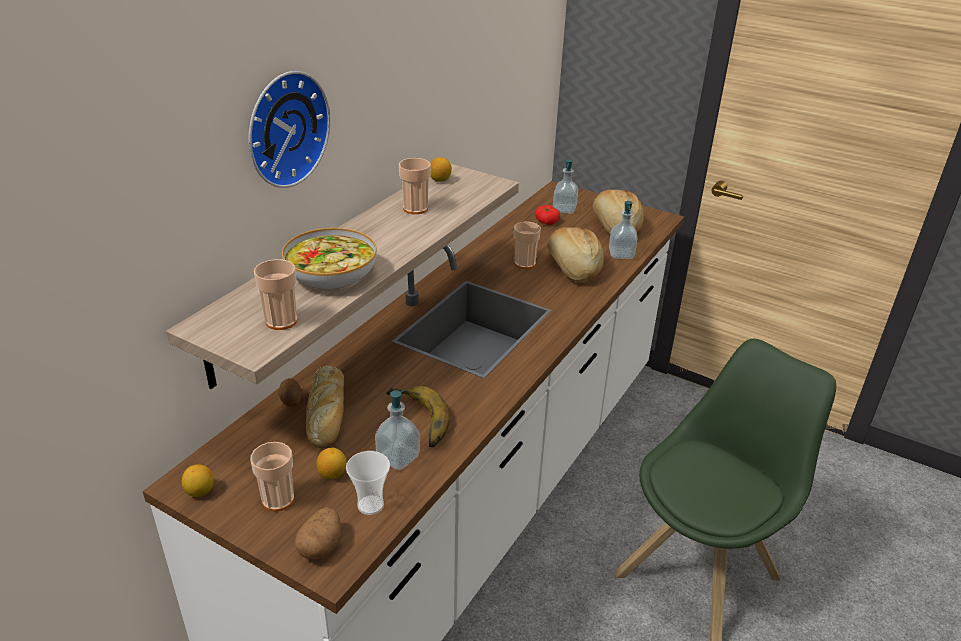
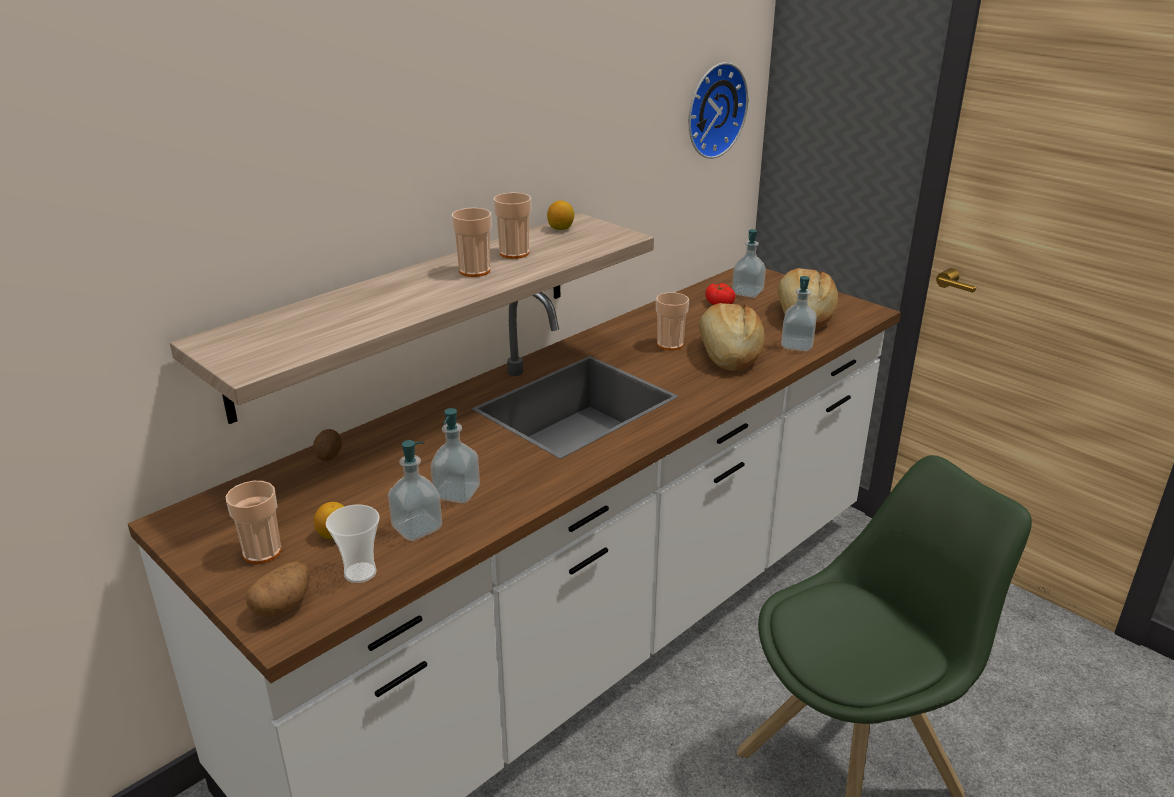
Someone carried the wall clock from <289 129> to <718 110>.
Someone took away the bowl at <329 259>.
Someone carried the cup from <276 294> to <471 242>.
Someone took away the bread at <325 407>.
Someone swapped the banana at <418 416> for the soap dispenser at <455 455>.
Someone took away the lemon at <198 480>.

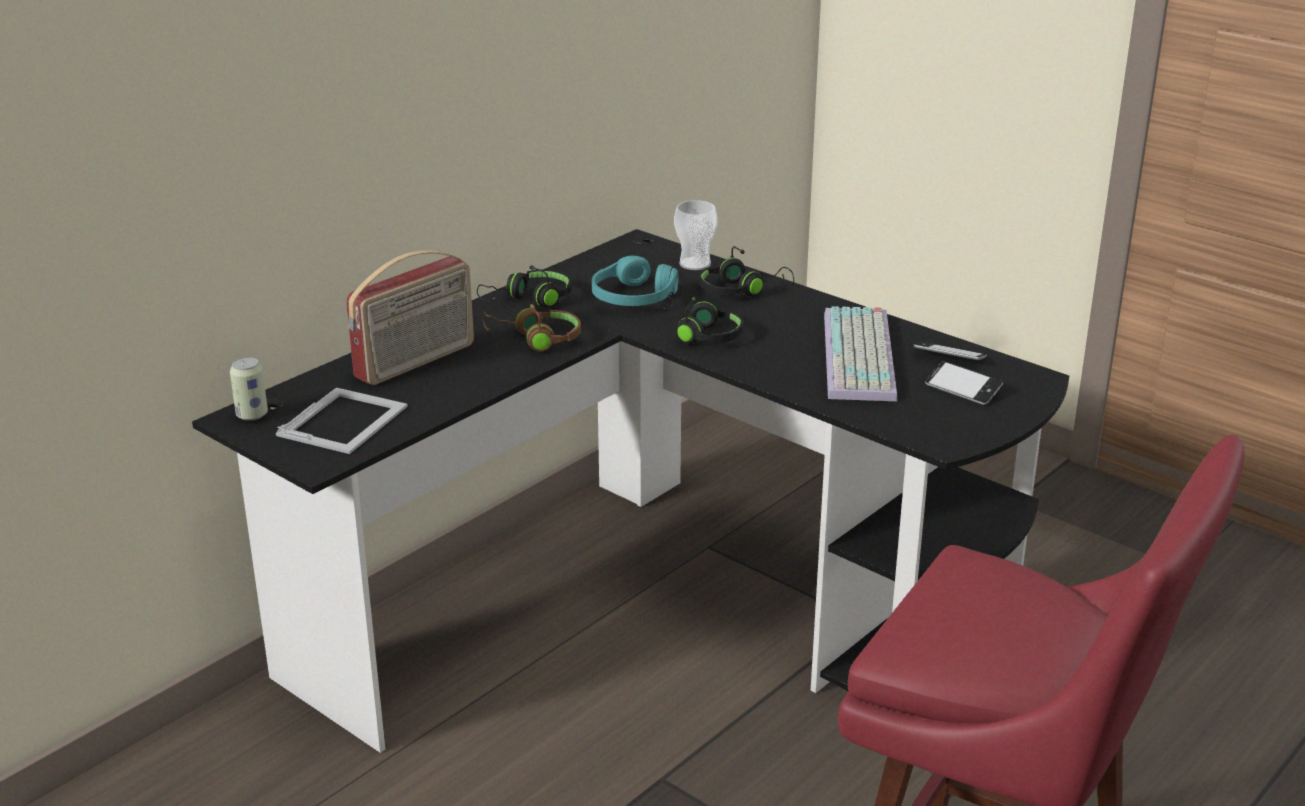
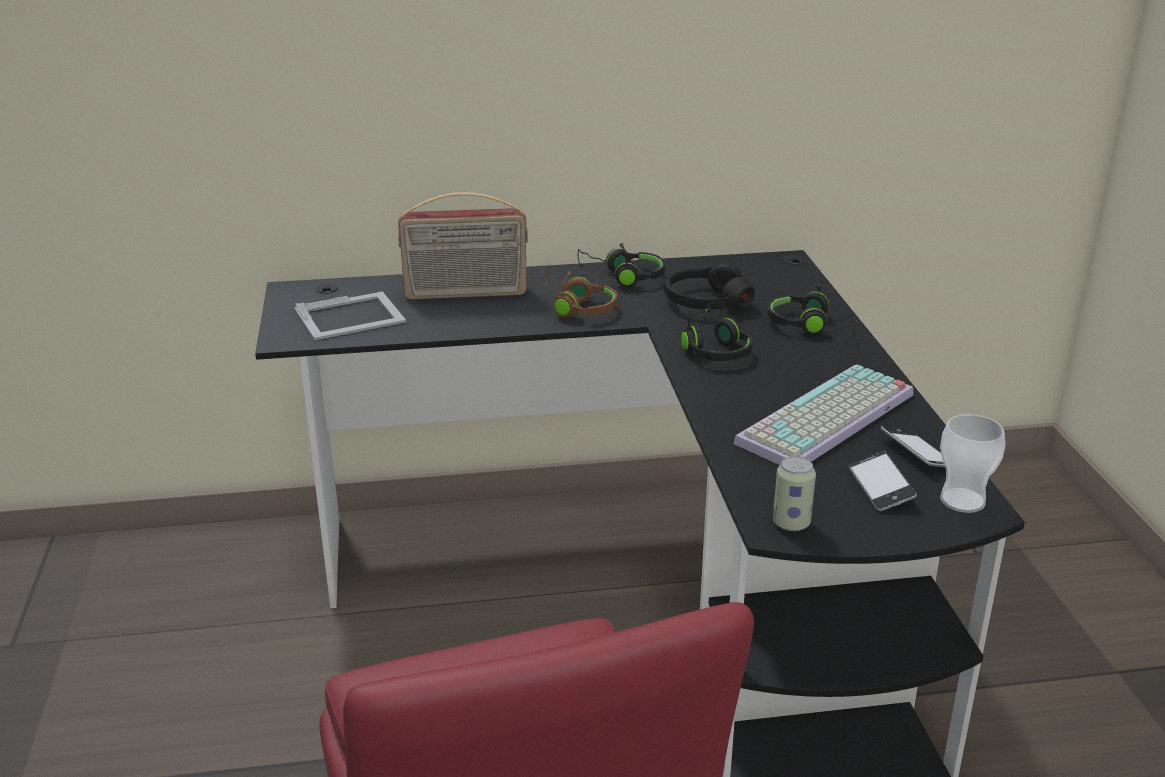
Someone carried the cup from <696 235> to <972 463>.
Someone repainted the turquoise headphones at <635 281>, which became the black headphones at <709 286>.
Someone carried the can from <249 389> to <794 494>.

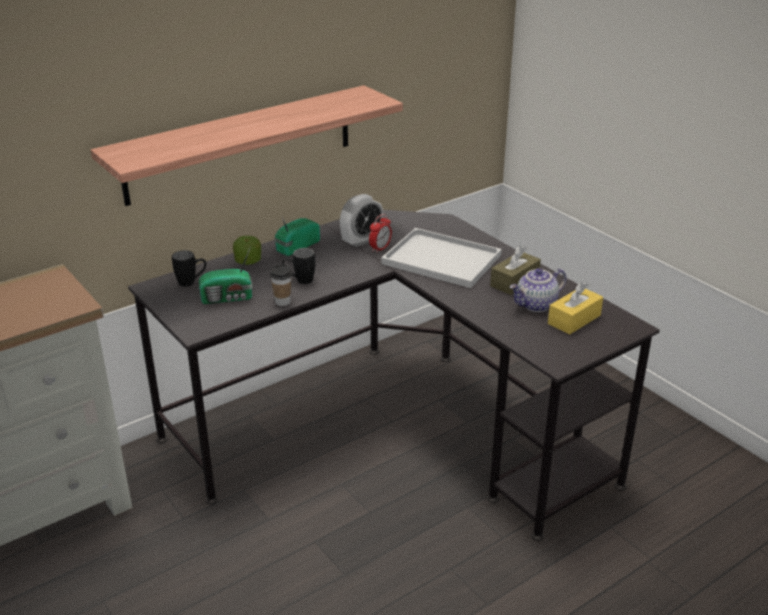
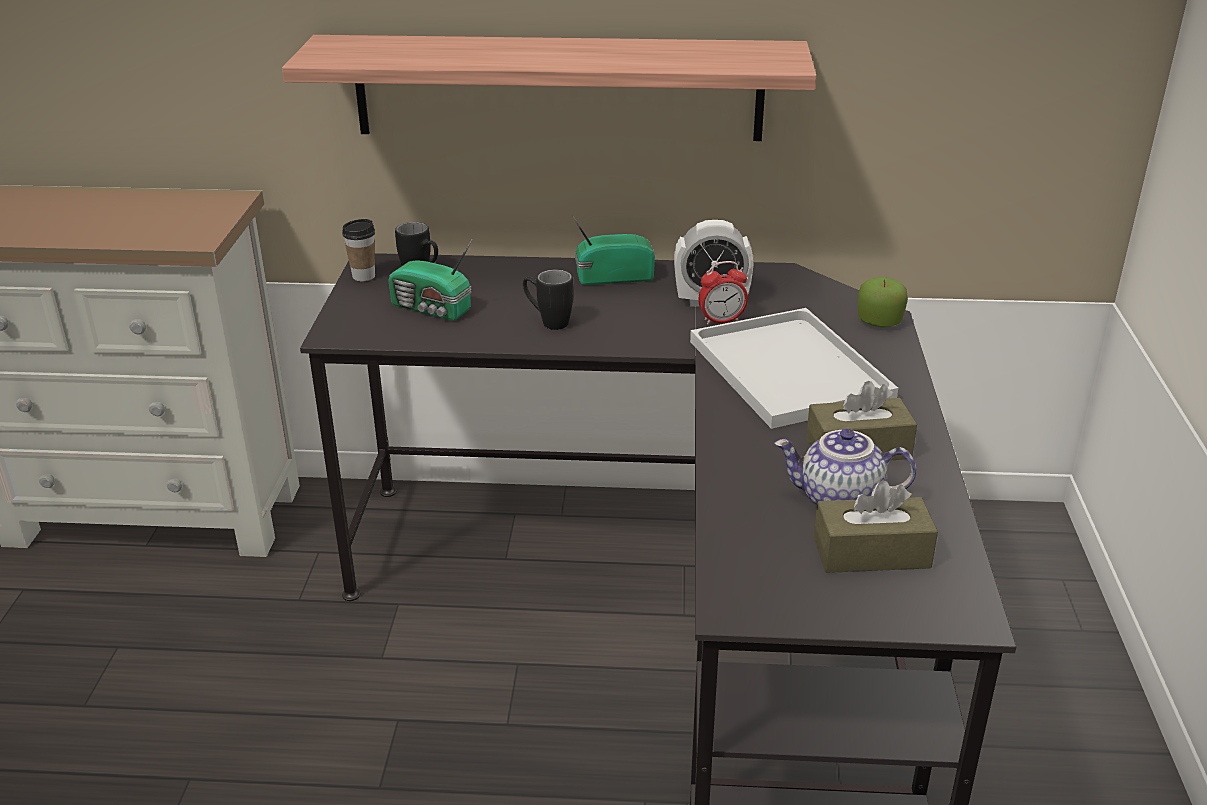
Someone carried the apple from <247 250> to <883 302>.
Someone carried the cup from <281 285> to <358 250>.
Someone repainted the yellow tissue box at <575 308>, which became the brown tissue box at <875 526>.

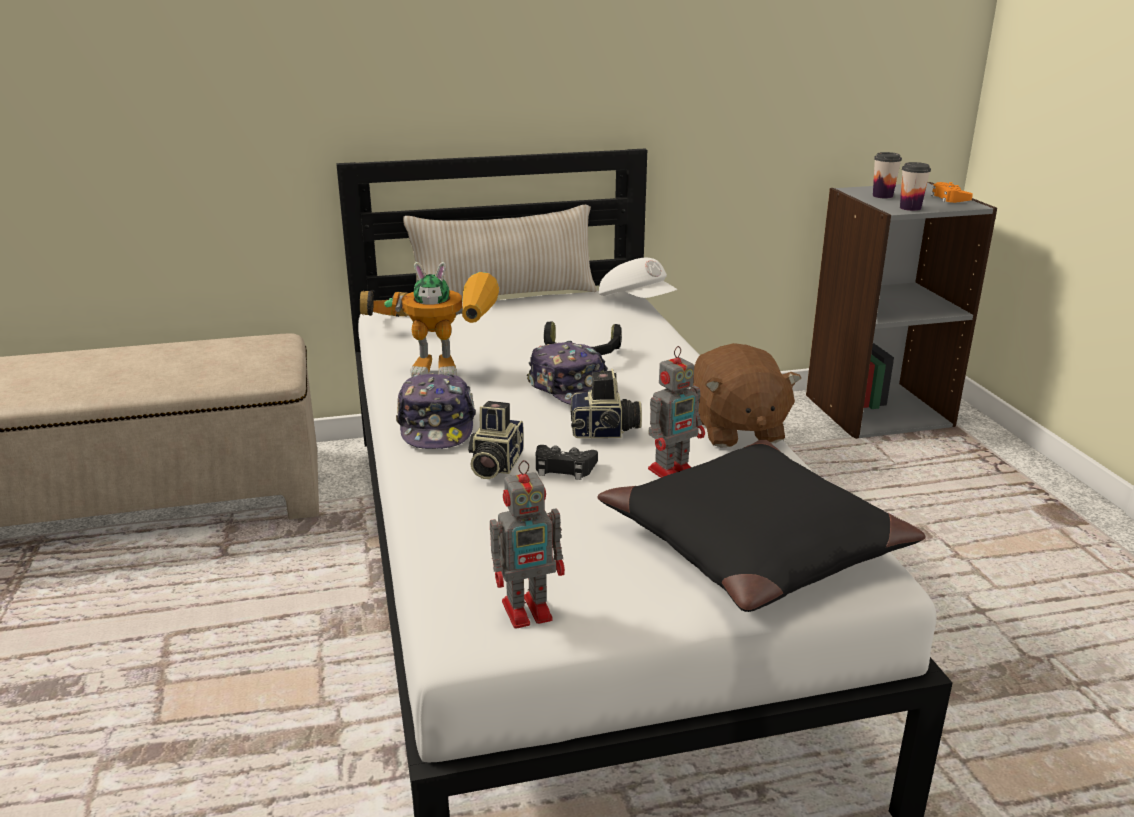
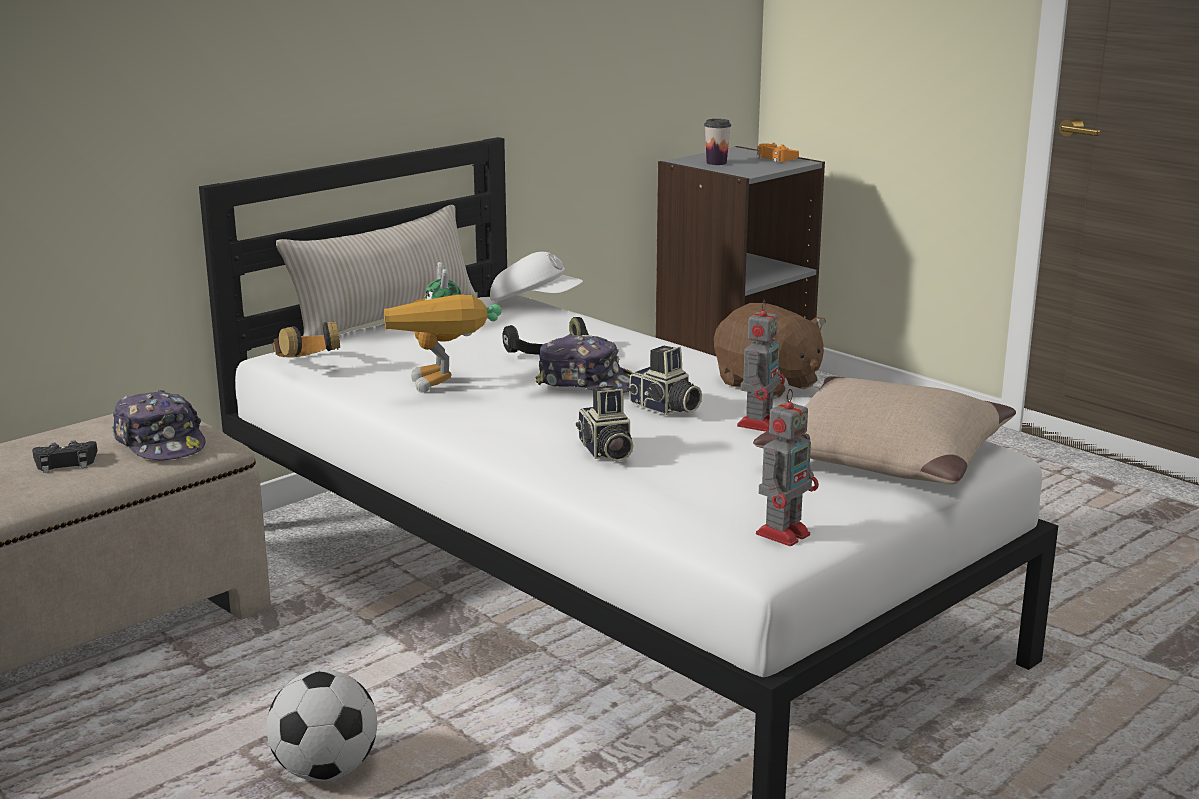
Someone took away the cup at <915 186>.
Someone rotated the toy robot at <441 319> by 105 degrees clockwise.
Someone rotated the photo camera at <606 403> by 75 degrees clockwise.
Someone carried the cap from <436 411> to <159 425>.
Someone repainted the black pillow at <761 526>, which became the beige pillow at <884 430>.
Someone carried the black game controller from <567 462> to <64 456>.
Someone put down the football at <321 725>.

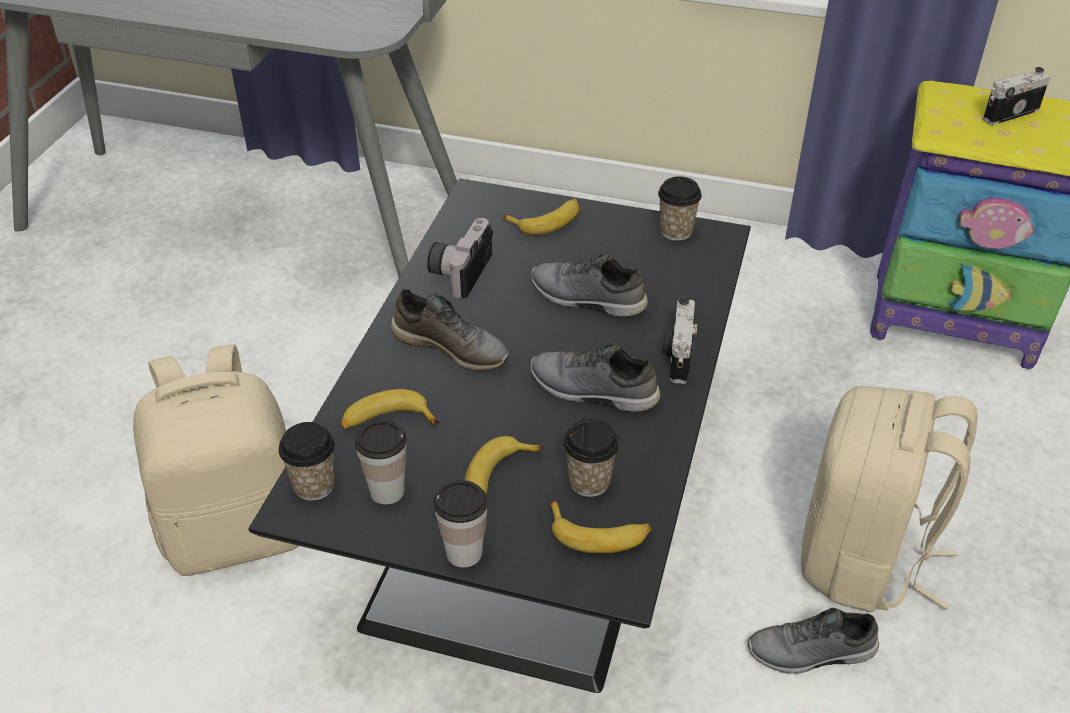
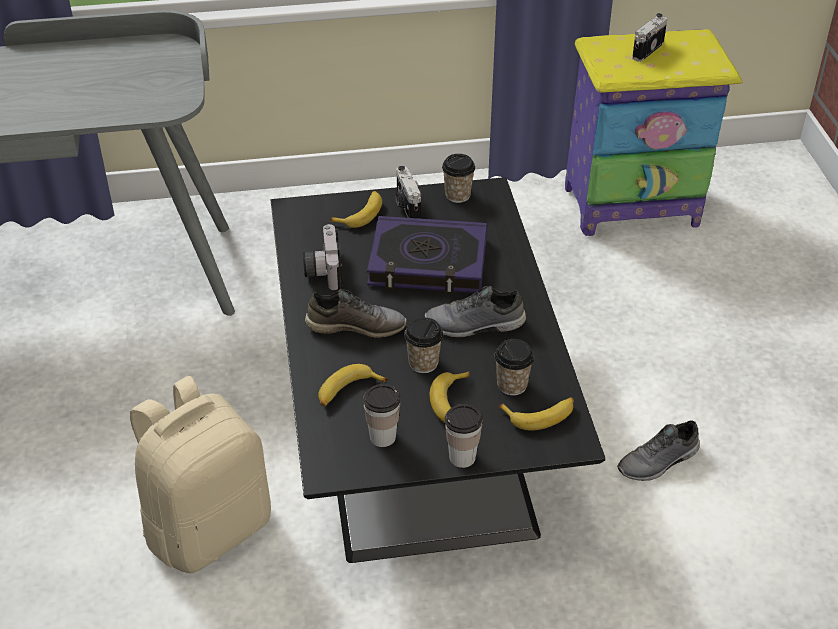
Someone swapped the grey shoe at <589 285> for the book at <427 255>.
Someone carried the photo camera from <680 341> to <408 192>.
Someone took away the beige backpack at <889 499>.
Someone carried the cup from <307 461> to <423 345>.

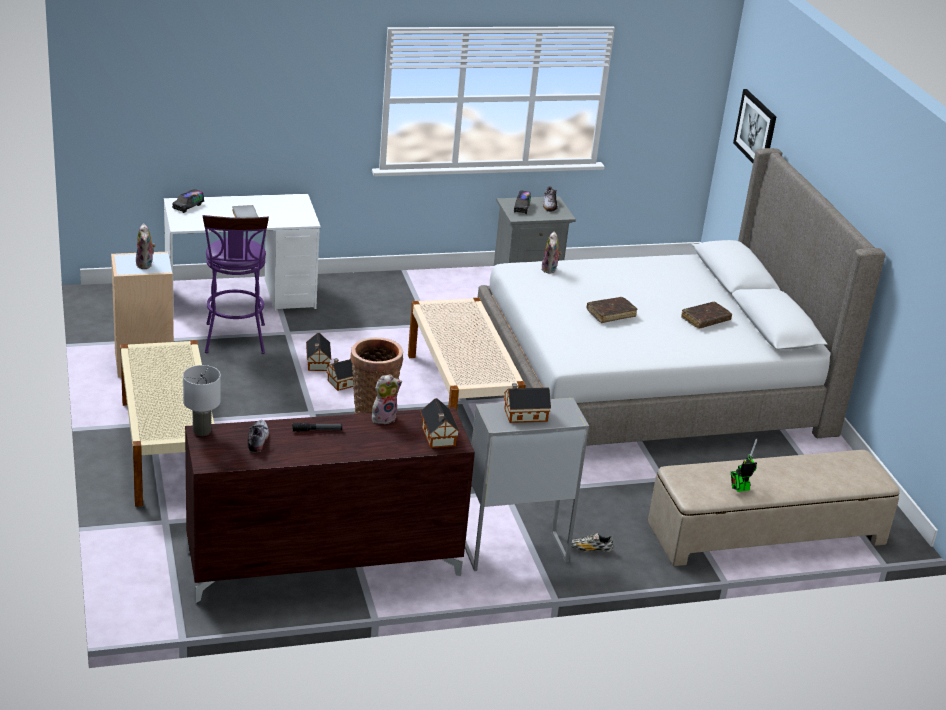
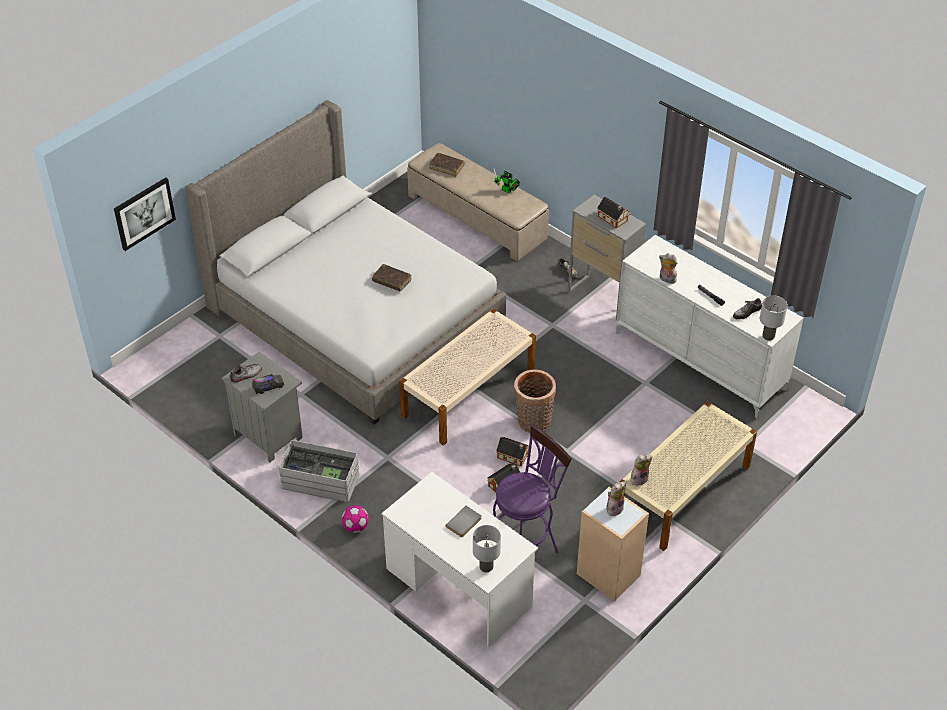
Someone swapped the toy truck at <188 201> for the white table lamp at <487 549>.
Someone carried the plush toy from <552 252> to <642 469>.
Someone carried the brown book from <706 315> to <447 165>.
Someone took away the toy house at <440 423>.
Someone repainted the brown dresser at <330 505>, which became the white dresser at <710 327>.
Someone put down the grey storage box at <319 471>.
Someone put down the football at <355 519>.

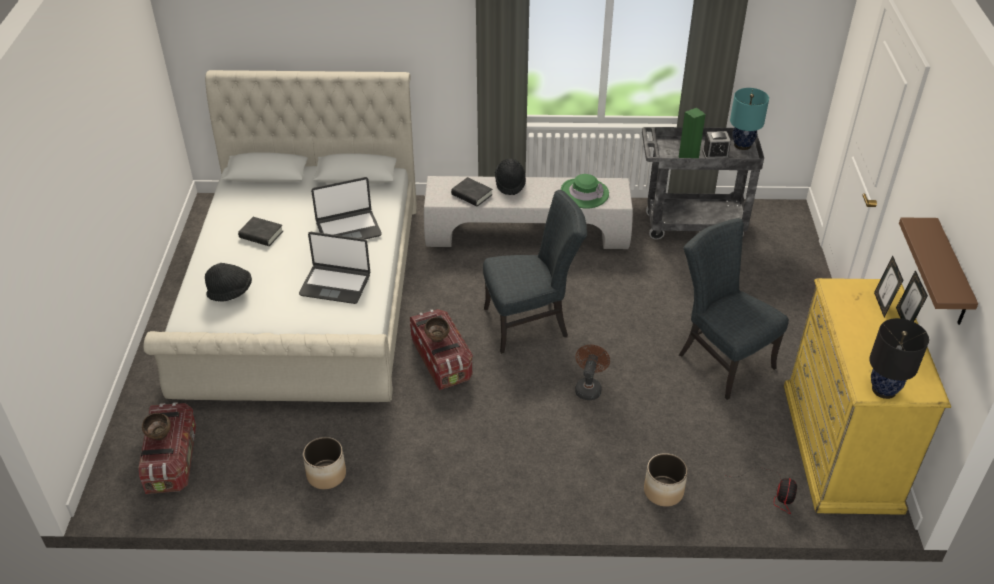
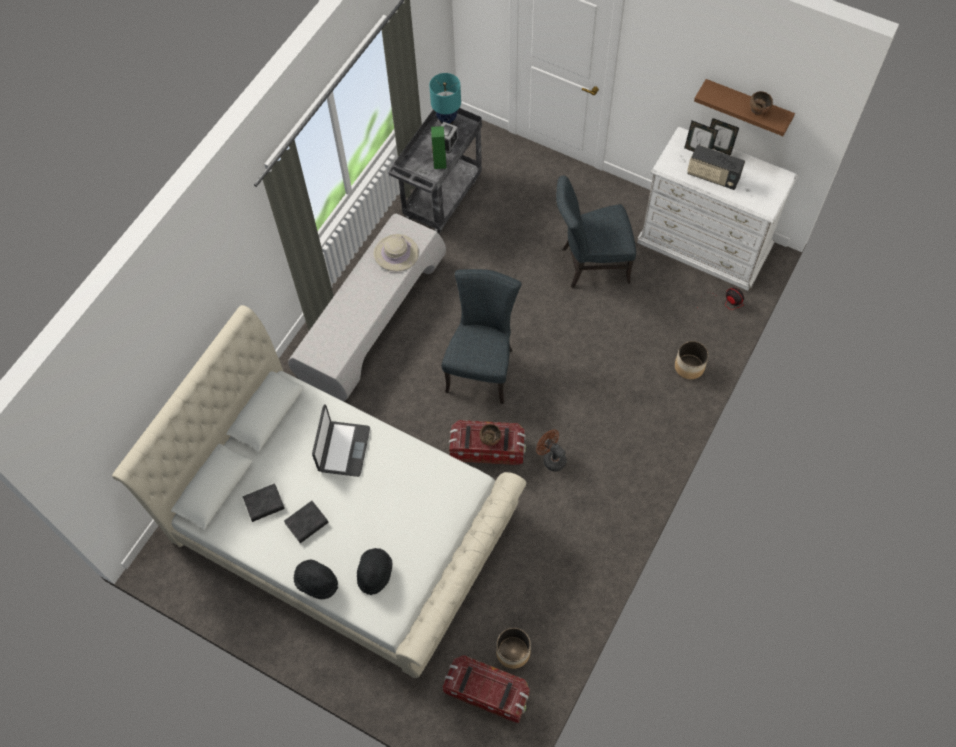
Someone carried the black hat from <510 177> to <316 579>.
Someone repainted the green hat at <585 191>, which became the beige hat at <396 252>.
Someone carried the black book from <471 191> to <264 502>.
Someone took away the laptop at <334 268>.
Someone repainted the yellow dresser at <867 396>, which became the white dresser at <718 208>.
Someone took away the black table lamp at <899 358>.
Someone carried the brown fan from <592 372> to <551 450>.
Someone carried the brown bowl from <156 426> to <761 103>.
Someone carried the planter from <324 463> to <513 648>.
Someone put down the radio at <716 167>.

